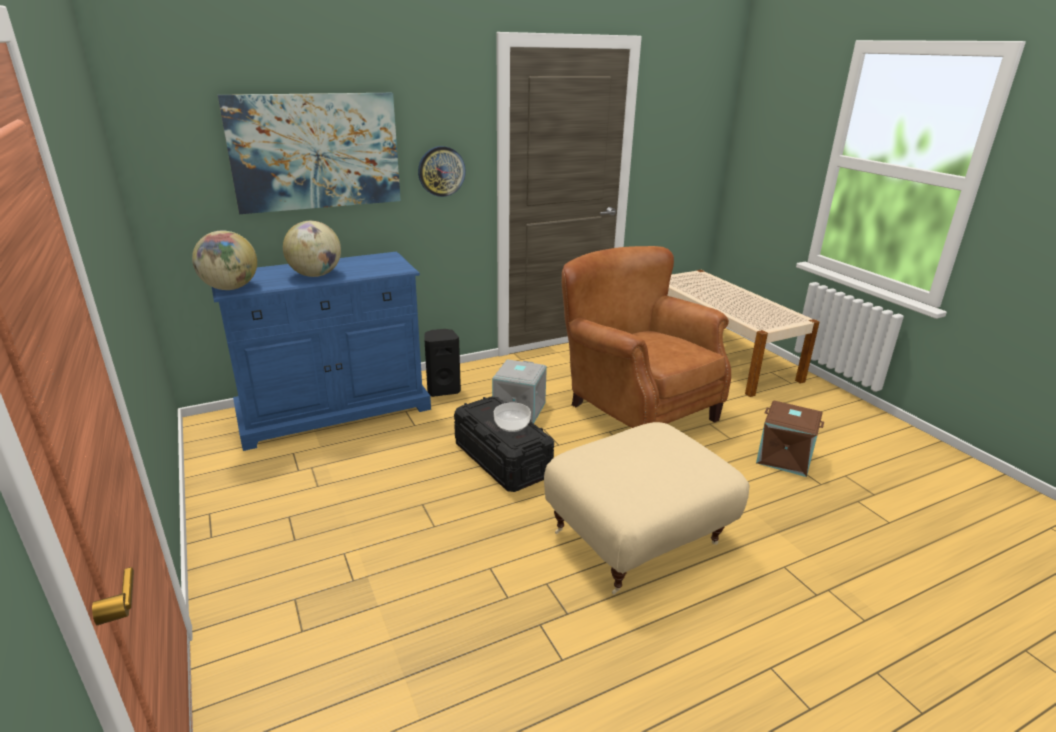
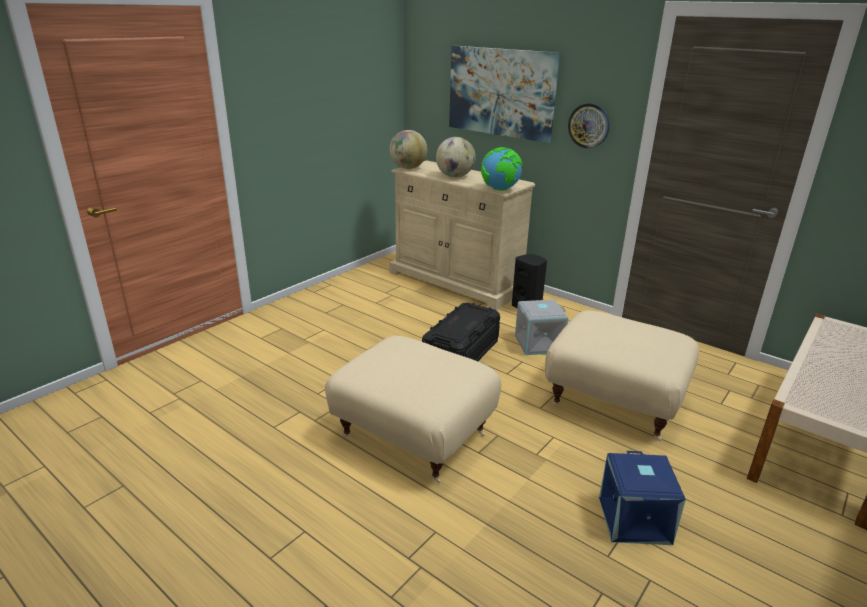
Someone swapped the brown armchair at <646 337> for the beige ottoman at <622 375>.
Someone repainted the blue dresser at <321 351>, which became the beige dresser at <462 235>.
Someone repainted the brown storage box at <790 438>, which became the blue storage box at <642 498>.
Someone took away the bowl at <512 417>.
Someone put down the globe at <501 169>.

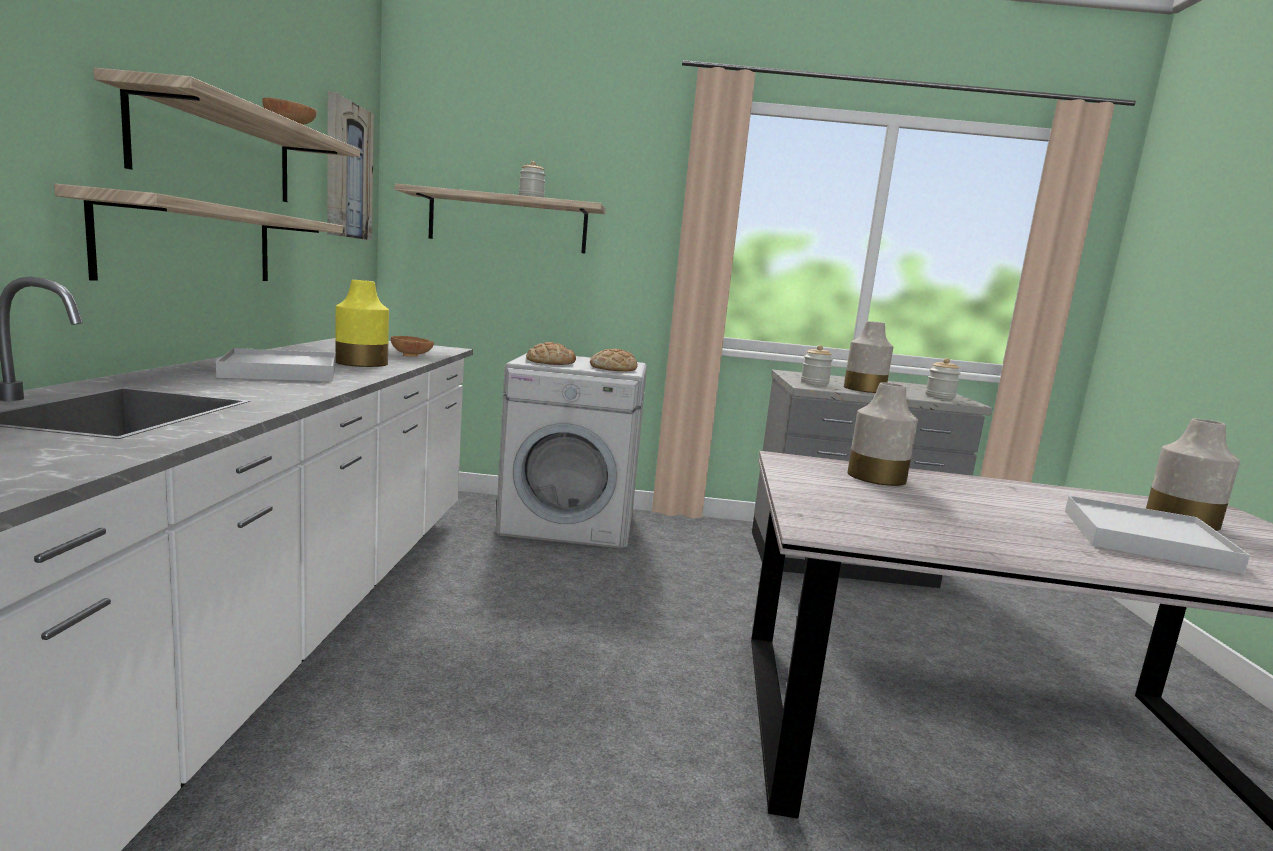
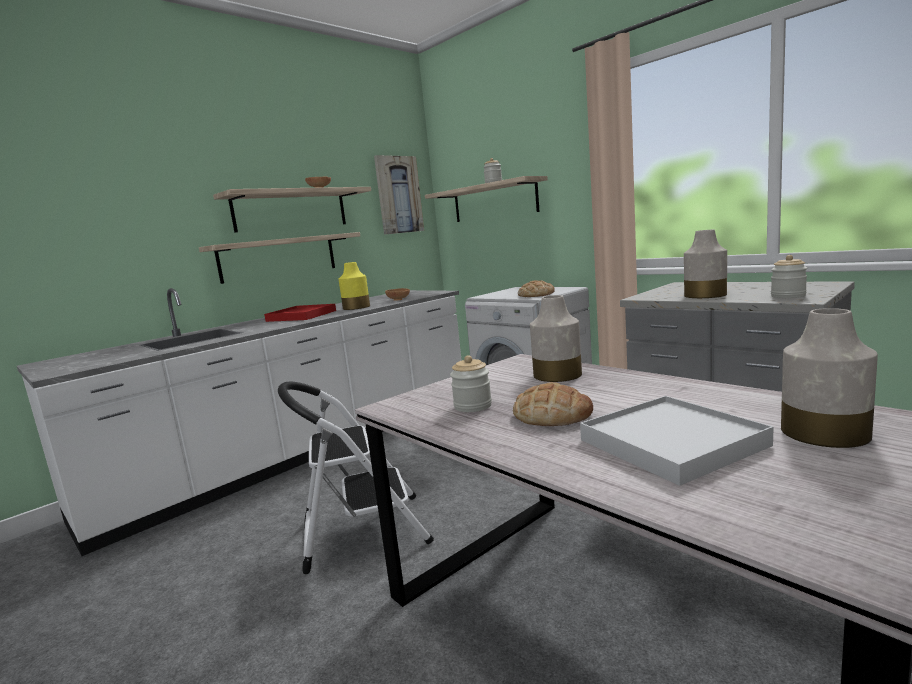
Someone carried the bread from <551 353> to <553 404>.
Someone carried the jar from <817 365> to <471 383>.
Someone repainted the white tray at <276 364>, which became the red tray at <300 313>.
Someone put down the step ladder at <356 478>.

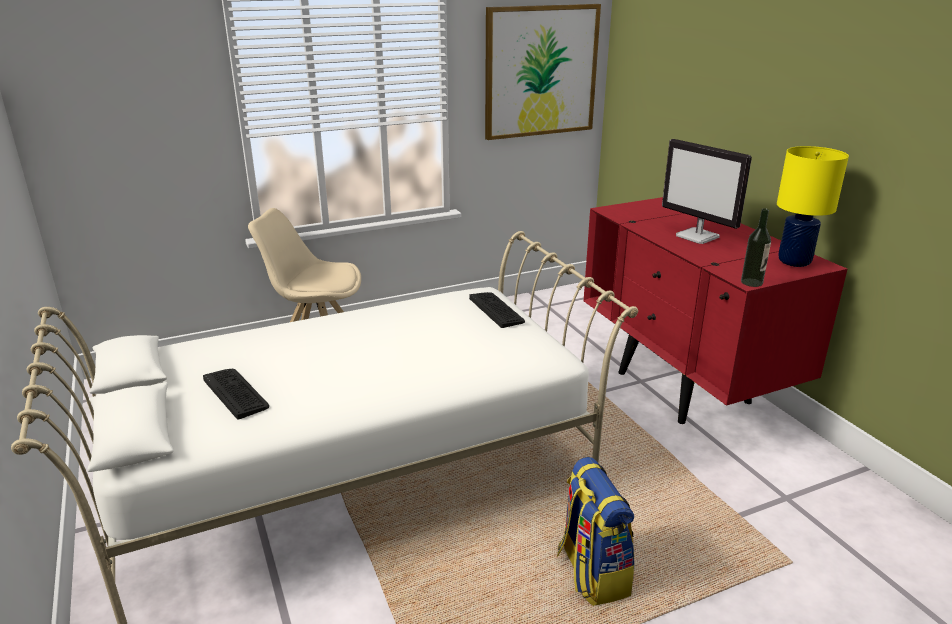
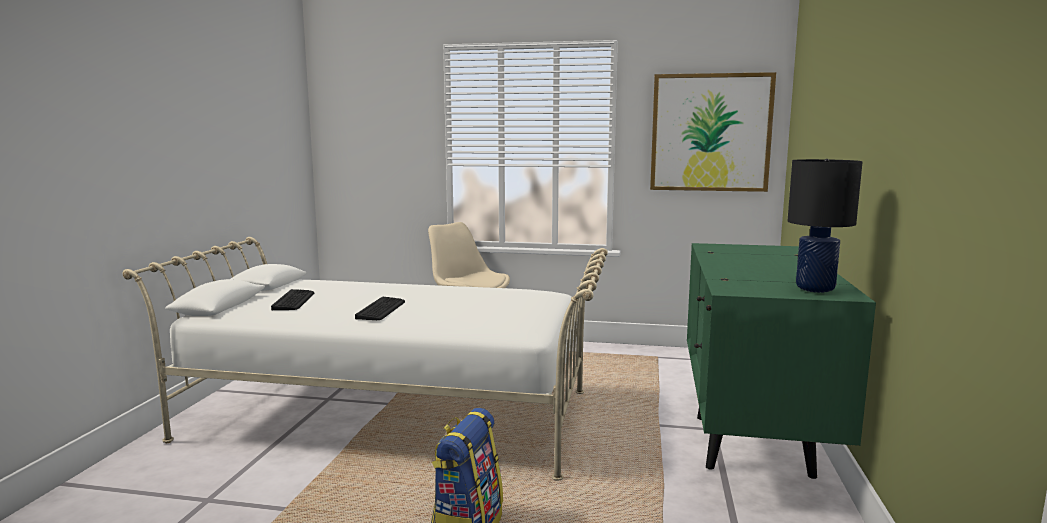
Someone took away the monitor at <707 191>.
Someone repainted the yellow table lamp at <813 206>, which became the black table lamp at <825 226>.
Someone repainted the red dresser at <715 310>, which became the green dresser at <781 361>.
Someone took away the bottle at <756 247>.
Someone carried the keyboard from <497 310> to <380 308>.

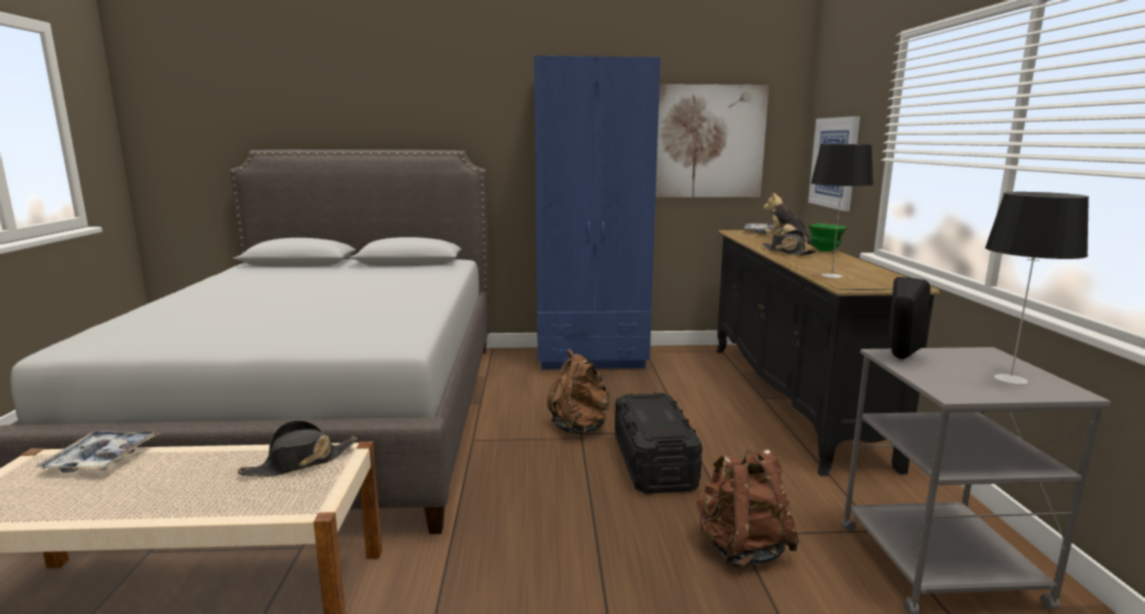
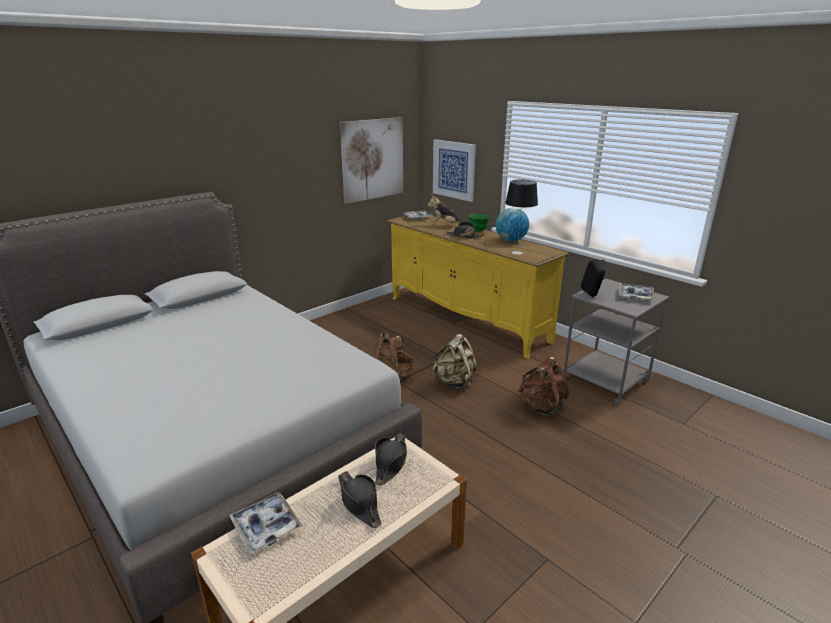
Someone took away the blue wardrobe at <597 213>.
Someone swapped the table lamp at <1037 288> for the tray at <636 291>.
Someone repainted the black dresser at <828 353>, which became the yellow dresser at <477 287>.
Someone swapped the black storage box at <658 442> for the beige backpack at <454 362>.
Someone put down the globe at <512 224>.
Someone put down the black hat at <360 500>.

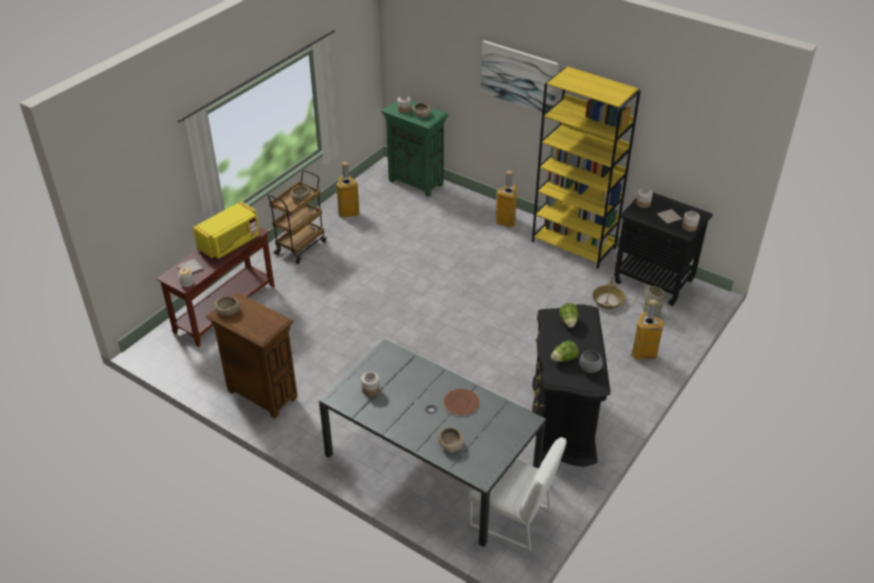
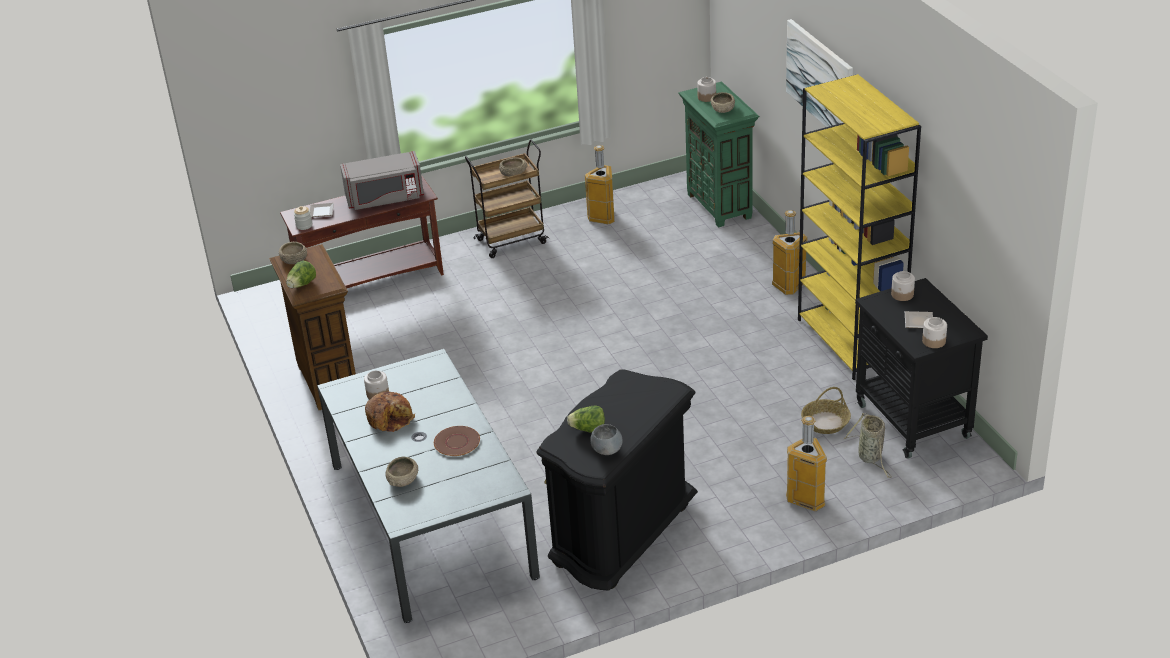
Someone repainted the yellow microwave at <226 230>, which became the grey microwave at <382 180>.
Someone carried the lettuce from <568 315> to <301 274>.
Someone took away the white chair at <517 494>.
Someone put down the bread at <390 412>.

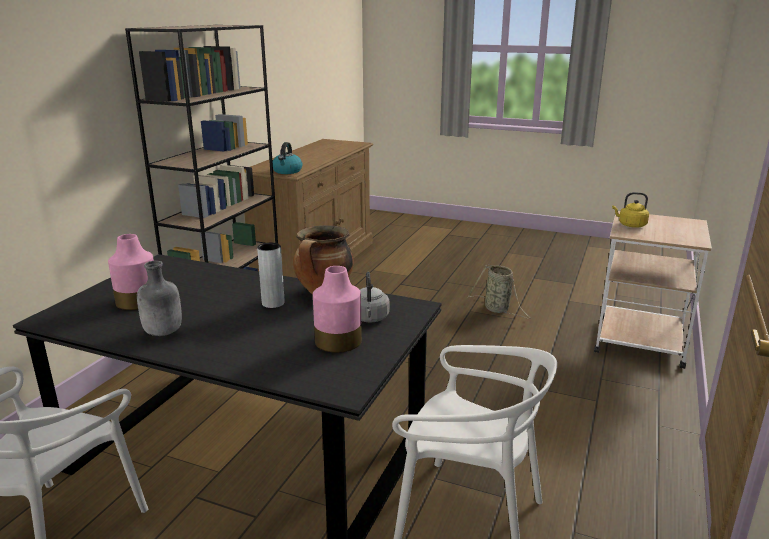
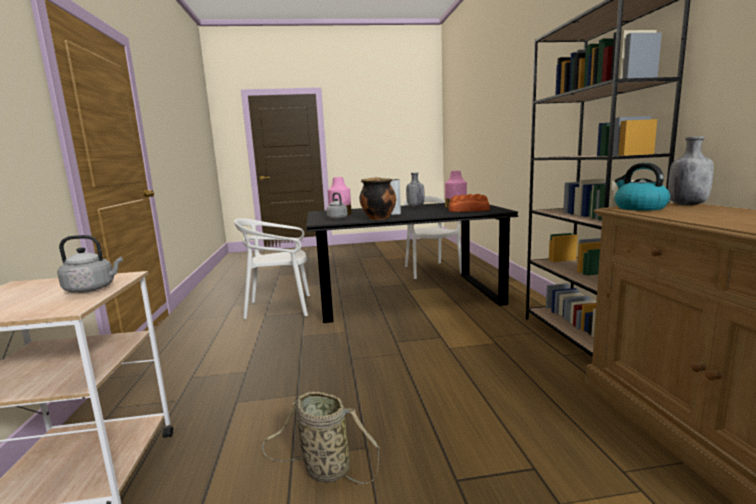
Someone repainted the yellow kettle at <630 210>, which became the grey kettle at <90 264>.
Someone put down the grey bottle at <691 170>.
Someone put down the bread at <469 203>.

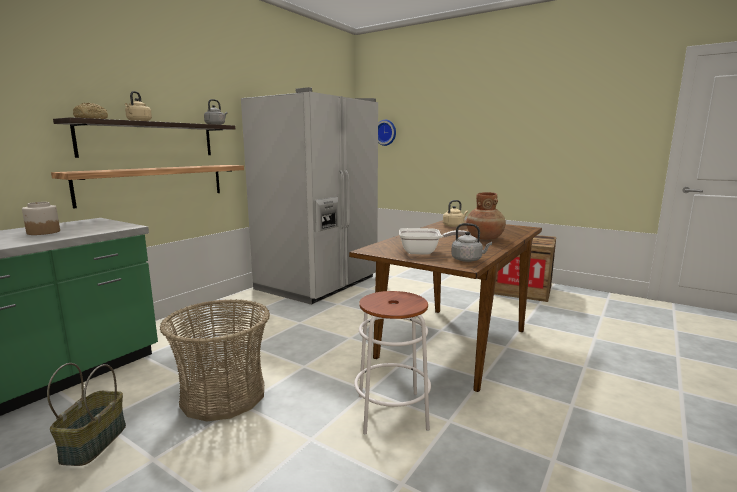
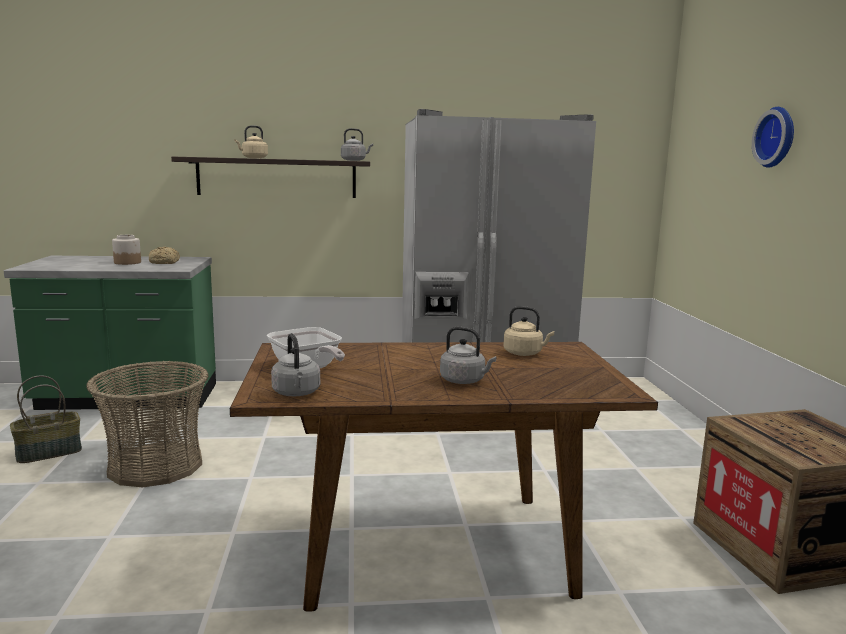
Someone carried the bread from <90 111> to <164 255>.
Someone carried the wall clock from <387 133> to <773 137>.
Someone took away the shelf at <147 187>.
Someone swapped the brown vase at <486 215> for the grey kettle at <468 355>.
Someone took away the white stool at <392 363>.

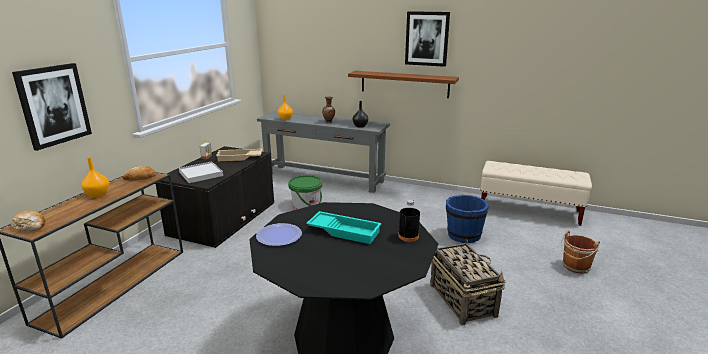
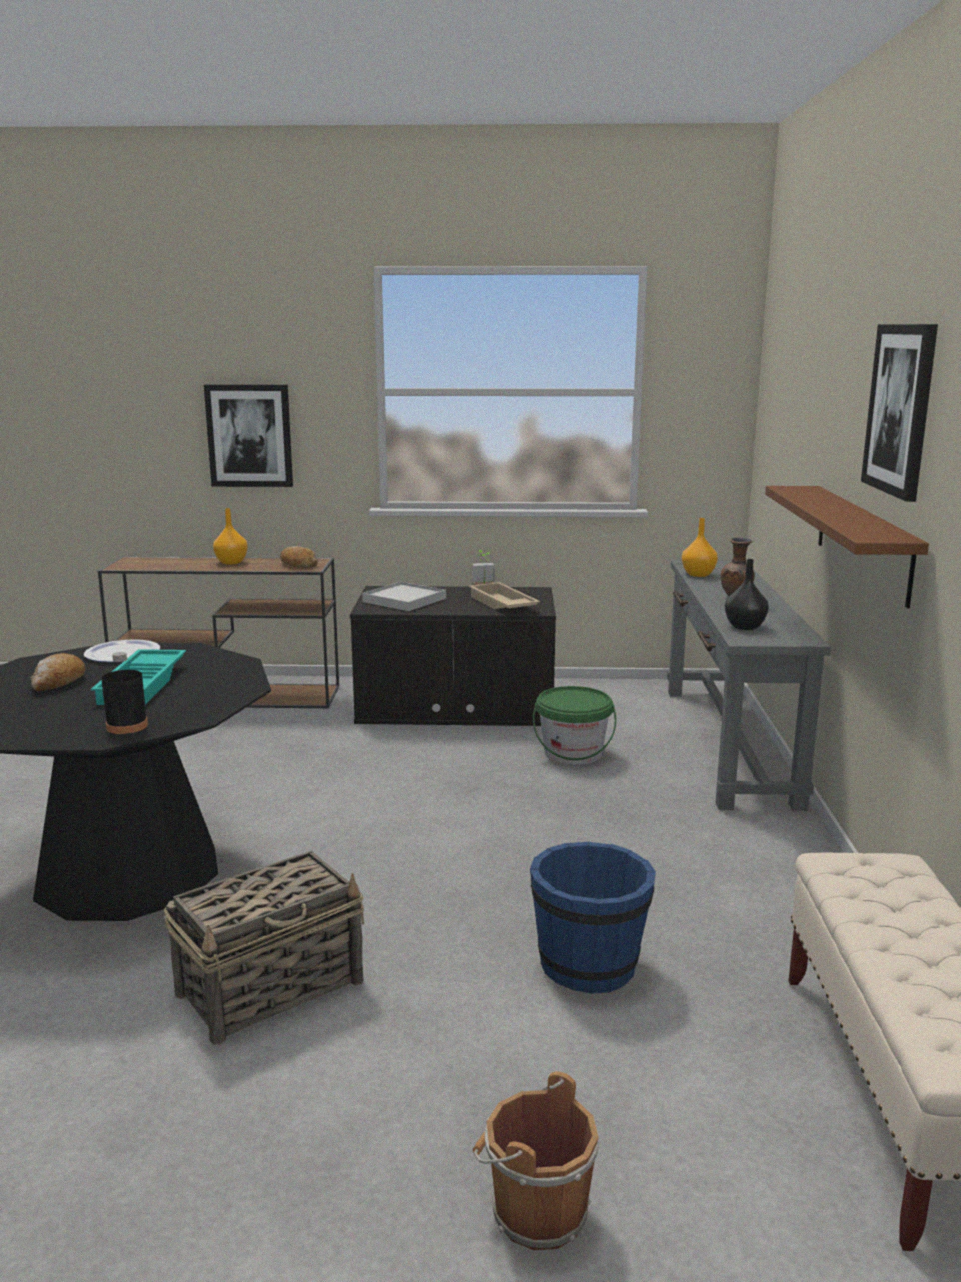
Someone carried the bread from <28 220> to <58 672>.

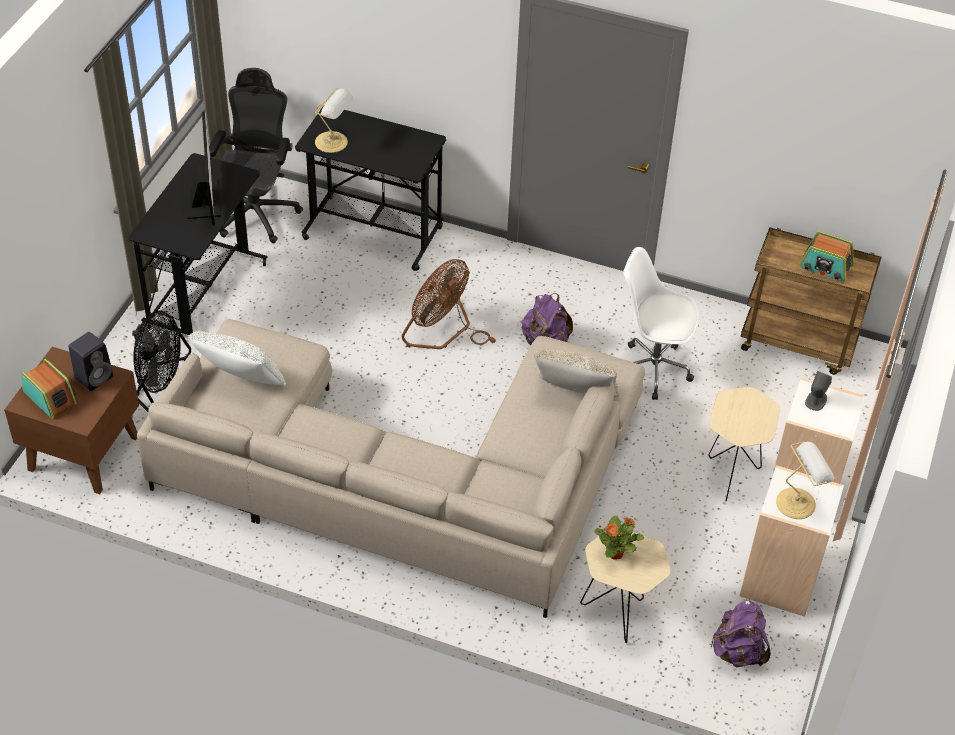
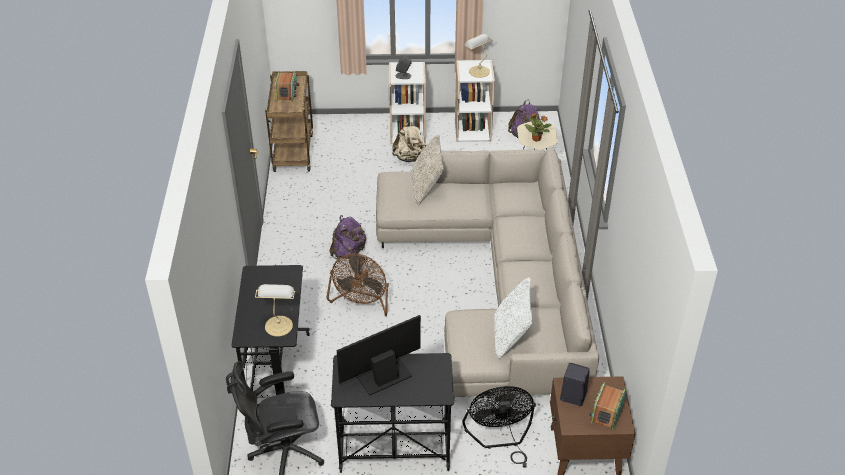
Someone took away the white office chair at <661 323>.
Someone swapped the beige side table at <744 444> for the beige backpack at <409 141>.

